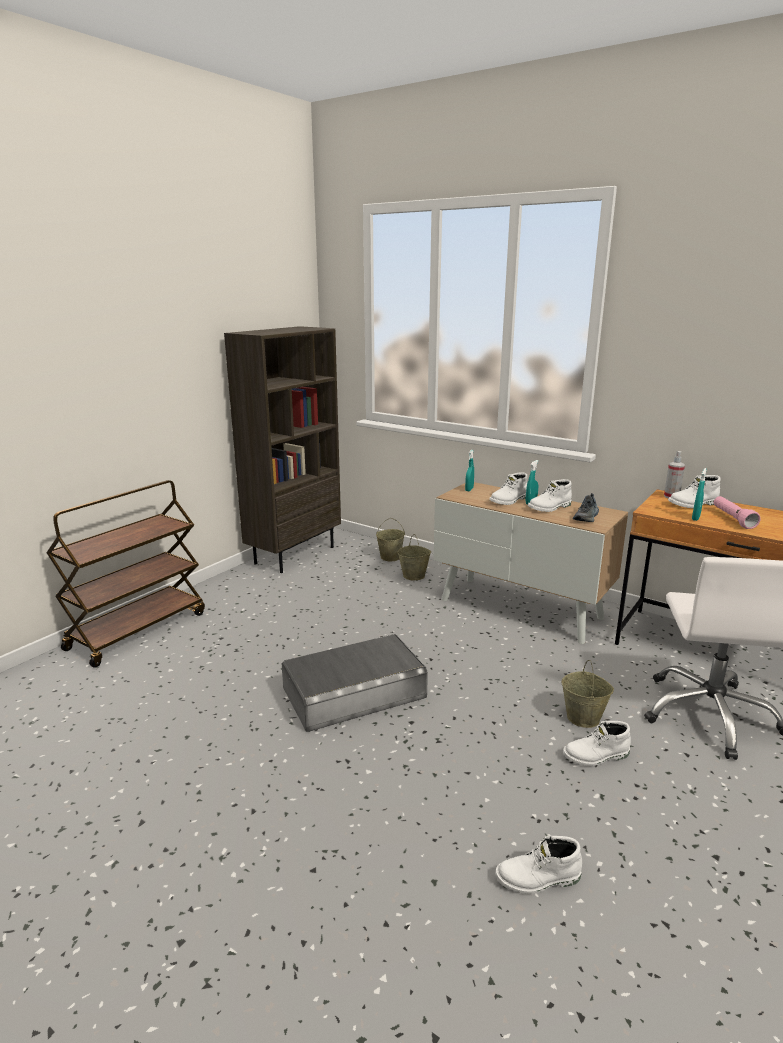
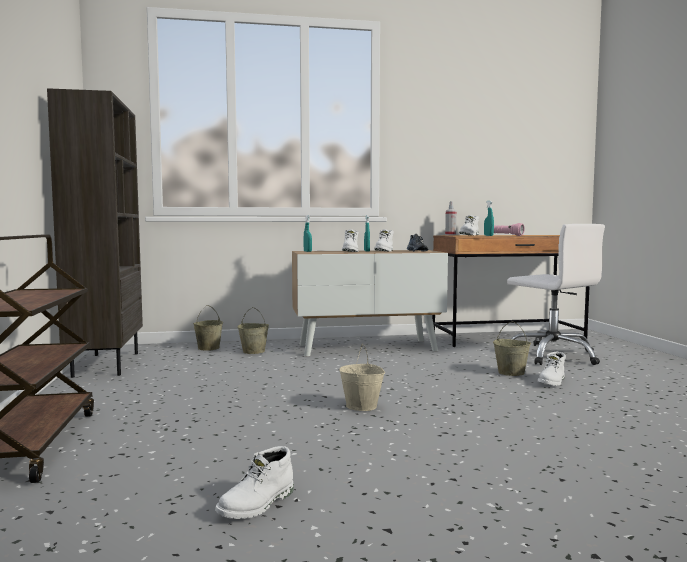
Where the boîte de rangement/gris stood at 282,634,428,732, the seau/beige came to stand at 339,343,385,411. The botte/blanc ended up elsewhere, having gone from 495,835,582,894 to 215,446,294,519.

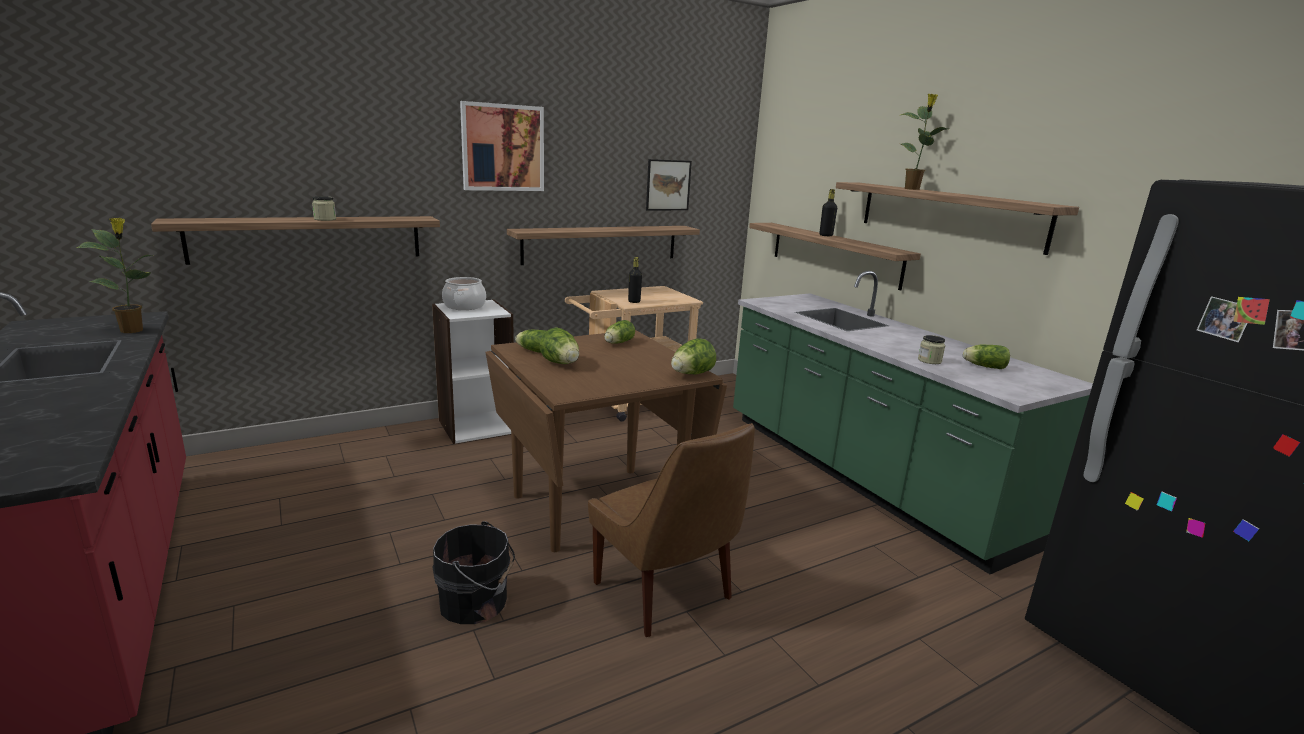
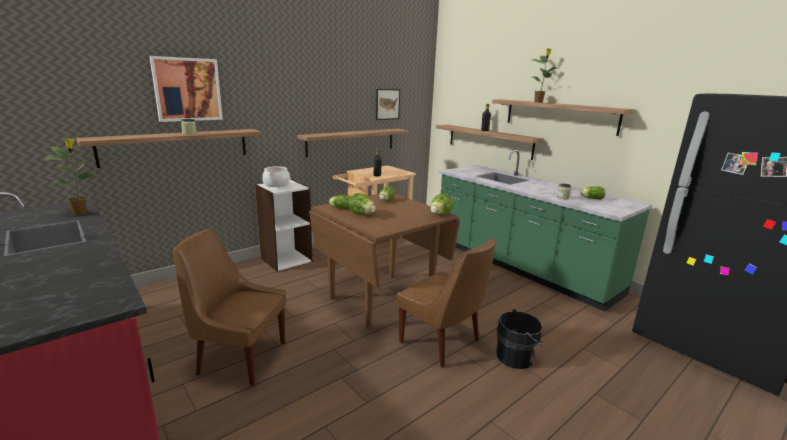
The seau/noir ended up elsewhere, having gone from 432,521,515,624 to 496,309,545,369. The tableau ended up elsewhere, having gone from 460,101,544,191 to 149,56,223,122. The second view gained the chaise/marron at 173,229,286,385.

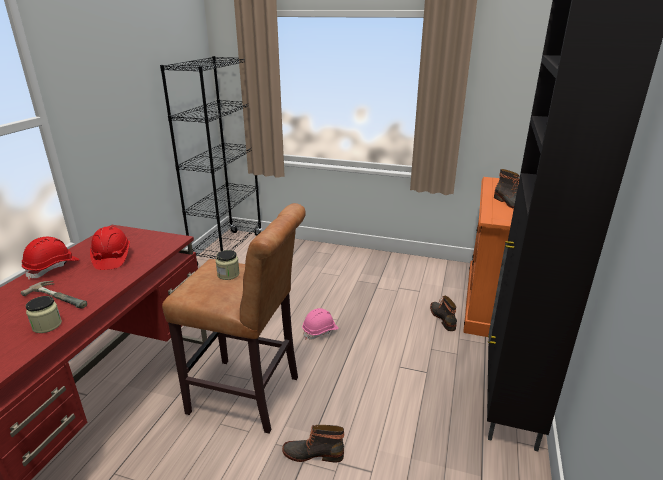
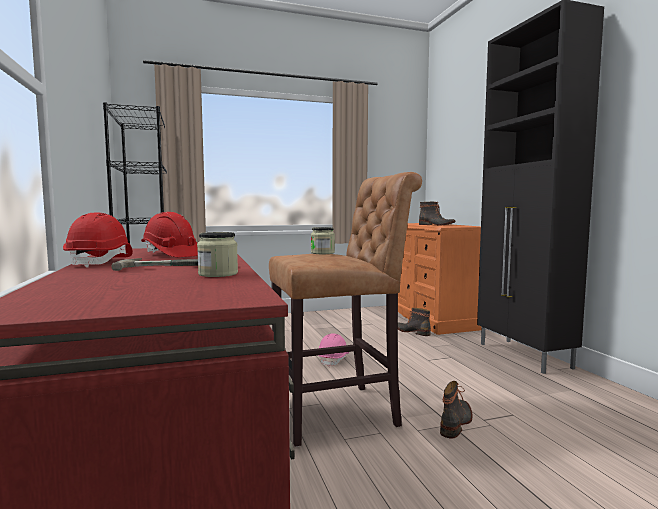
The botte at 282,425,344,463 ended up facing another way, 150 degrees clockwise from before.

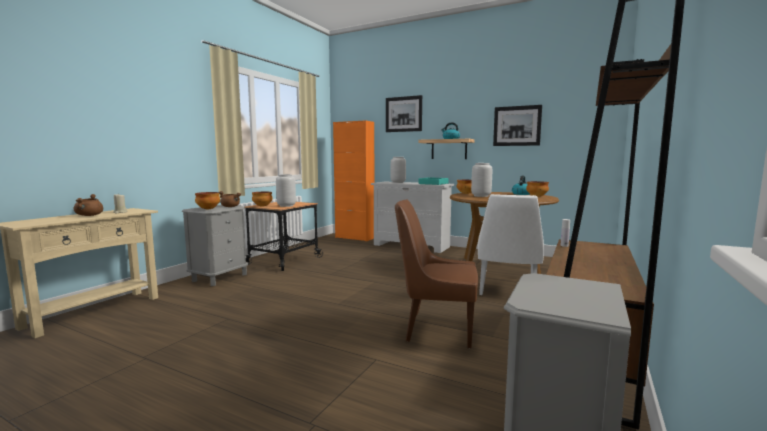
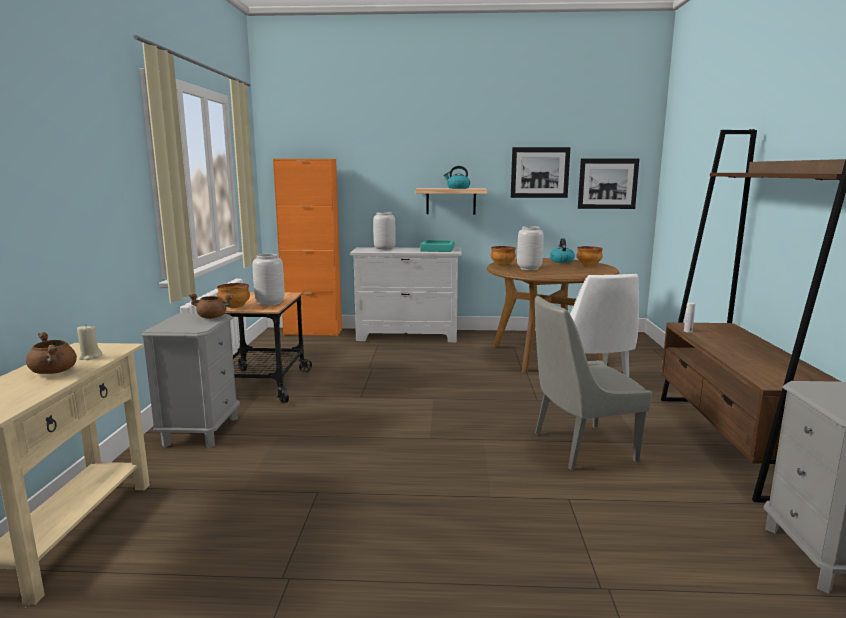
The second view lost the bol at 195,192,220,210. The tableau ended up elsewhere, having gone from 386,95,422,132 to 578,158,639,209. What was the chaise/marron at 395,200,478,348 turned into the chaise/gris at 535,296,652,470.

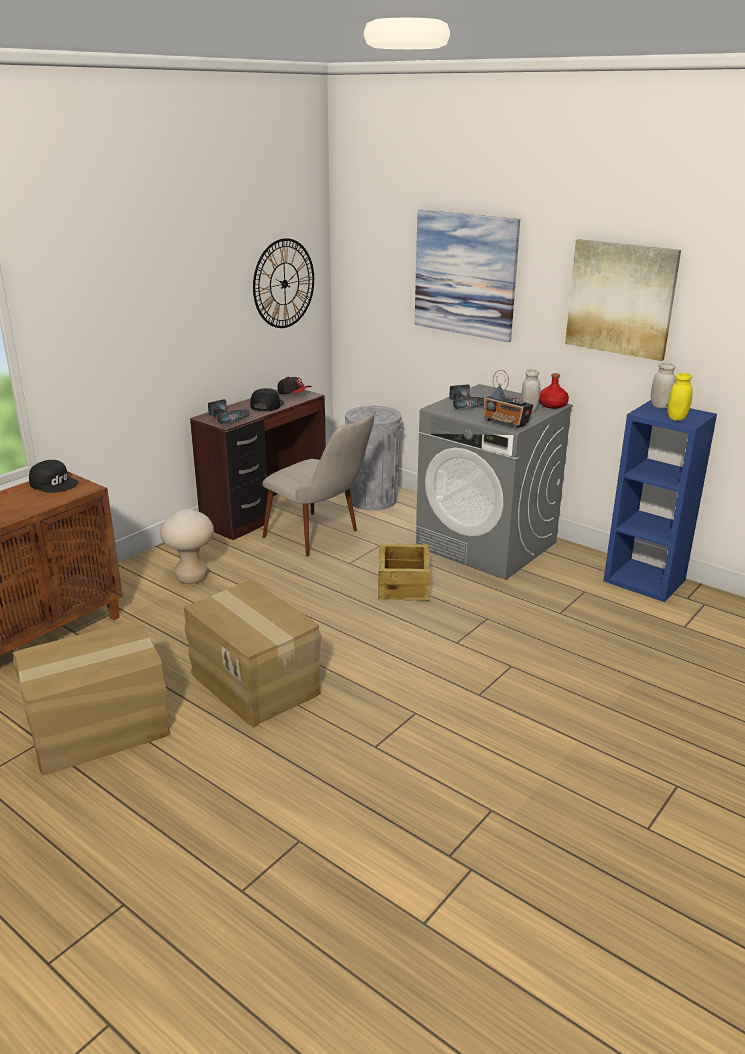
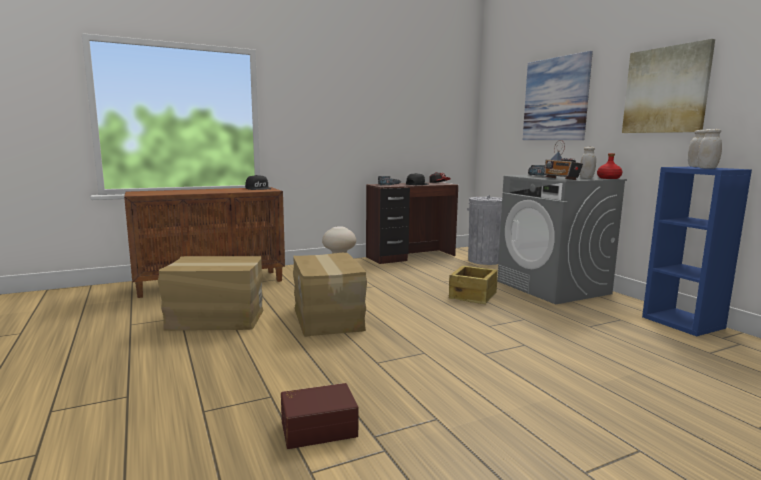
The second view lost the horloge murale at 253,238,314,328. The second view lost the chaise/beige at 262,414,374,556. What was the bocal/jaune at 668,373,693,421 turned into the bocal/blanc at 698,129,722,169. The second view gained the boîte de rangement/marron at 281,383,358,449.

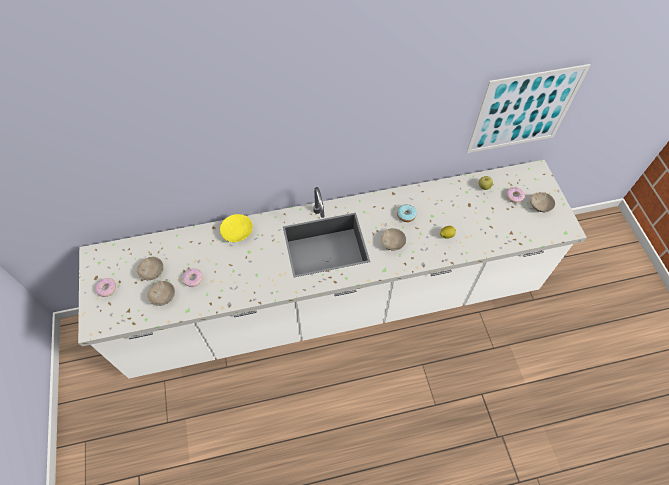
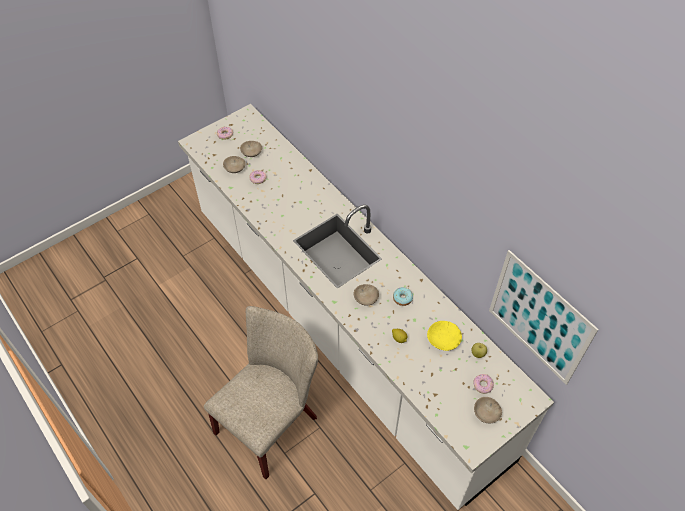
The bol/jaune ended up elsewhere, having gone from 220,214,253,242 to 427,321,462,351. The second view gained the chaise/beige at 204,306,318,479.

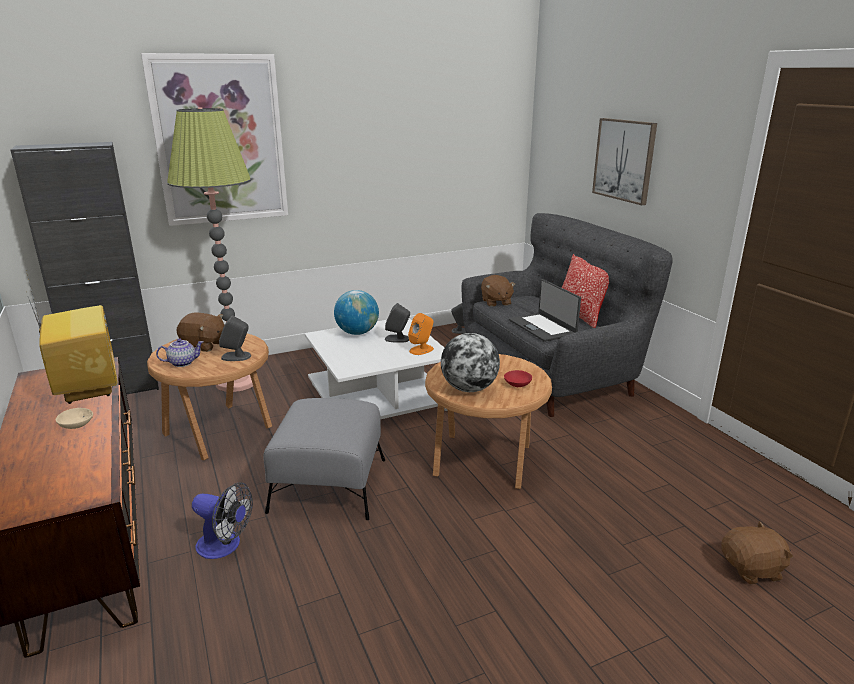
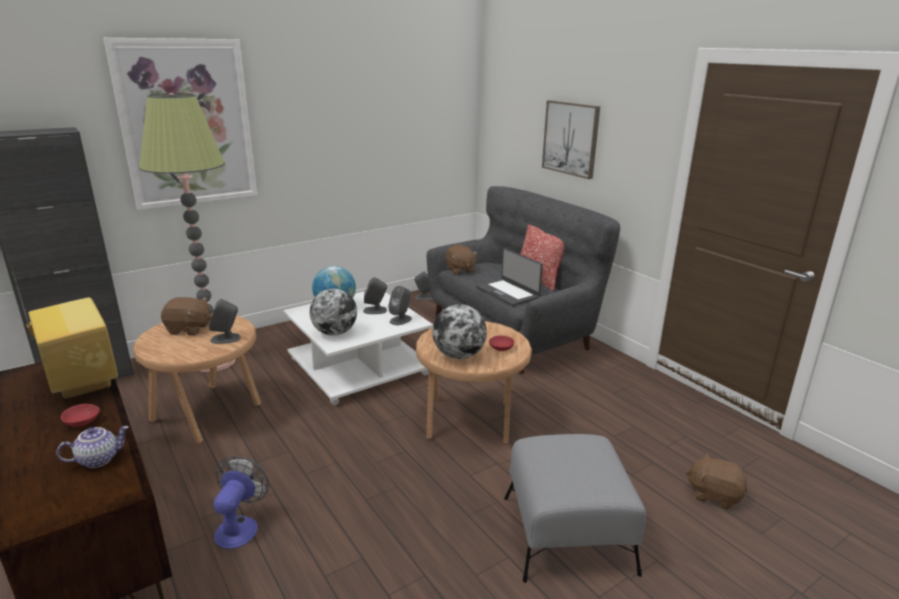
What was the bol/beige at 56,408,93,429 turned into the bol/rouge at 61,404,100,426. The théière ended up elsewhere, having gone from 156,338,203,367 to 56,426,129,468. The ventilateur at 192,482,253,559 ended up facing another way, 90 degrees counterclockwise from before. The pouf/gris ended up elsewhere, having gone from 263,398,385,520 to 504,434,646,583. What was the enceinte/orange at 408,313,434,355 turned into the enceinte/gris at 388,286,412,325. The peluche/marron at 721,521,793,585 ended up facing another way, 135 degrees counterclockwise from before. The second view gained the globe at 310,289,357,336.

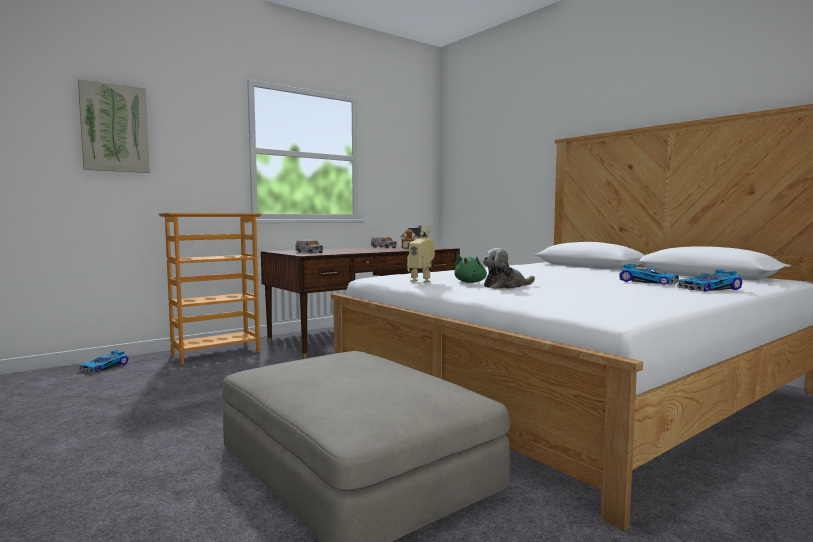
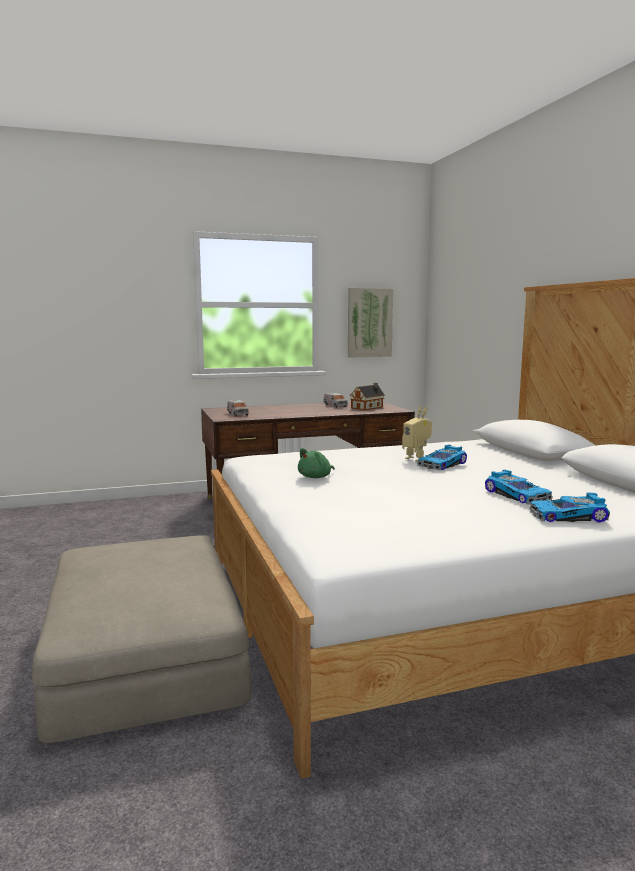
The tableau ended up elsewhere, having gone from 78,79,150,173 to 348,288,393,358. The petite voiture ended up elsewhere, having gone from 79,350,128,373 to 417,445,467,470. The second view lost the bibliothèque at 159,213,262,365. The robot jouet ended up elsewhere, having gone from 407,226,435,283 to 402,406,432,462. The second view lost the peluche at 483,248,535,289.

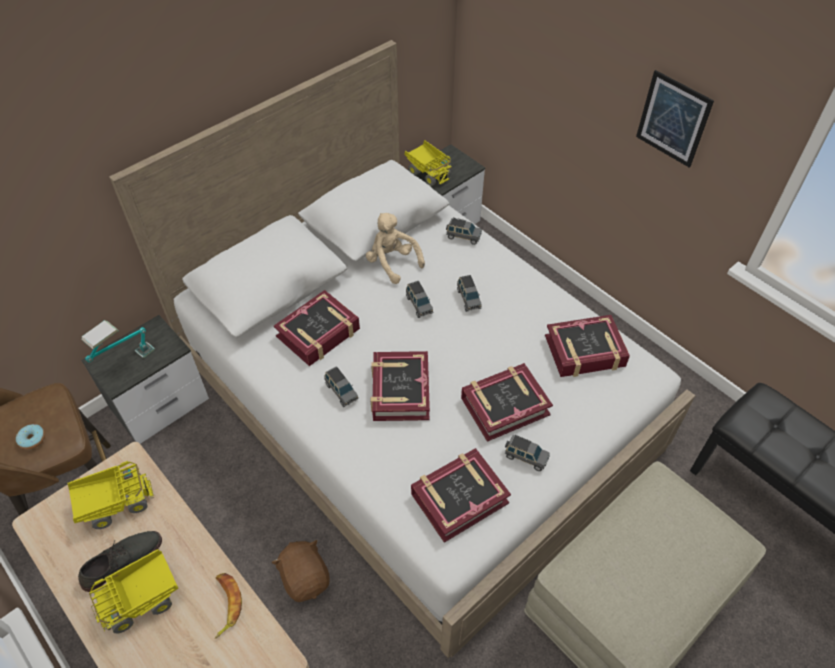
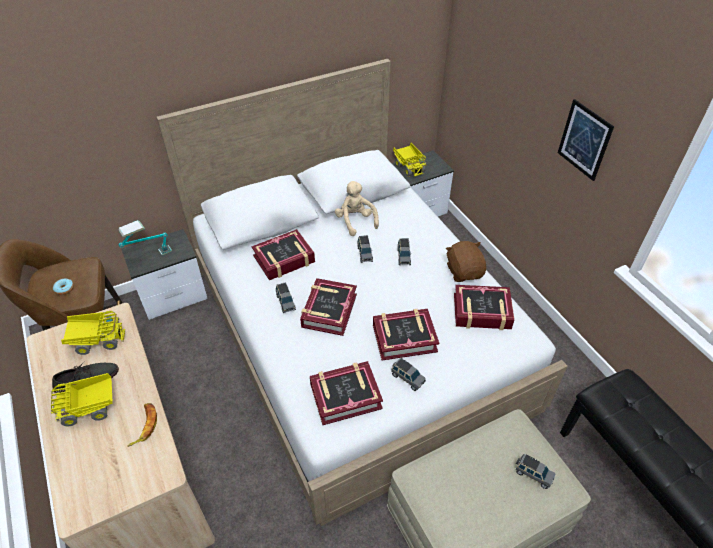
The peluche/marron ended up elsewhere, having gone from 271,540,330,602 to 446,241,486,282. The petite voiture/gris ended up elsewhere, having gone from 446,217,482,245 to 515,454,555,489.

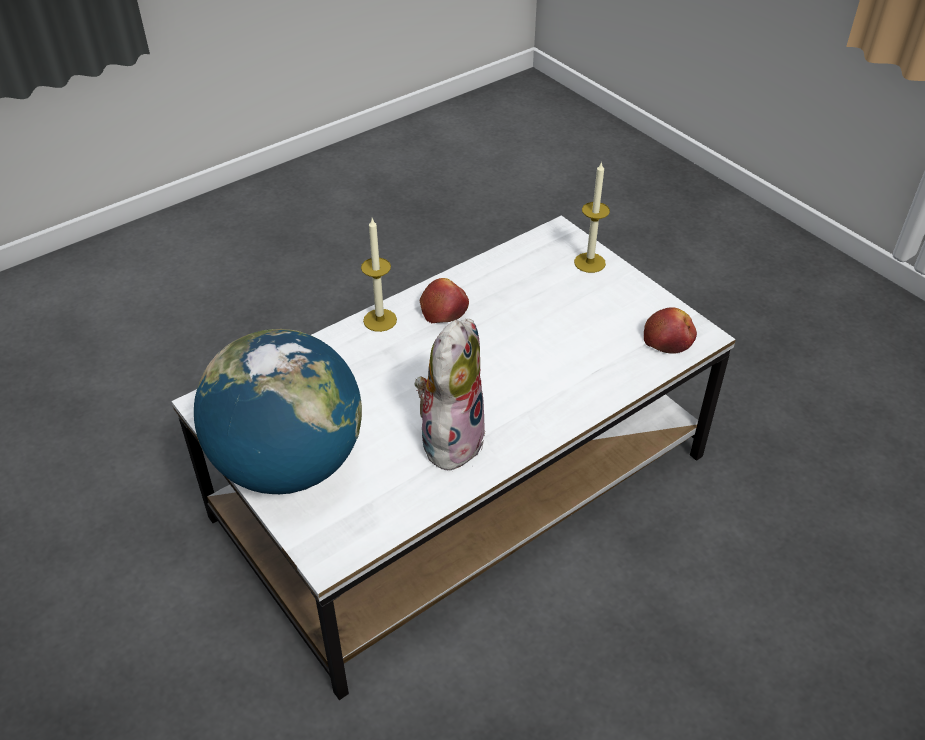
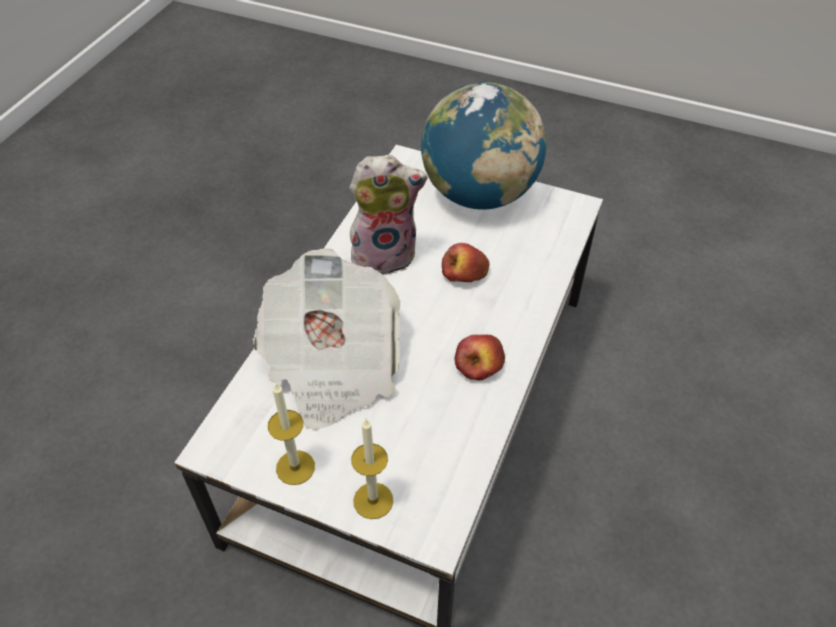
The bougie ended up elsewhere, having gone from 361,218,397,332 to 268,384,315,485. The peluche at 414,319,486,471 ended up facing another way, 90 degrees counterclockwise from before. The pomme ended up elsewhere, having gone from 644,307,697,354 to 442,243,489,282. The second view gained the journal at 253,249,400,430.

